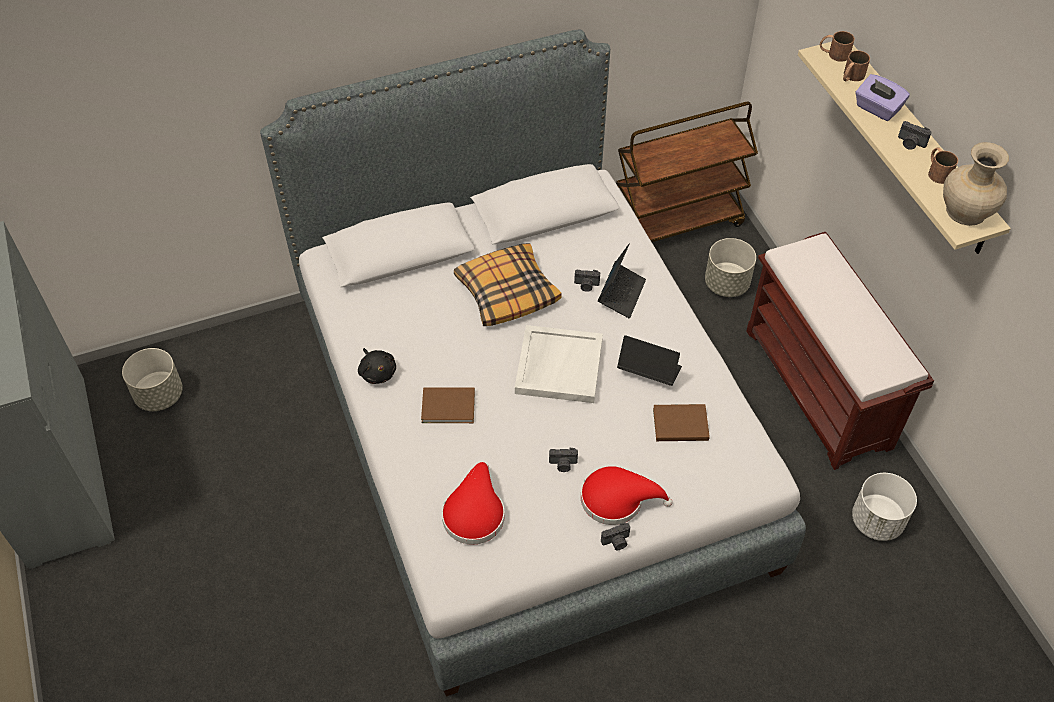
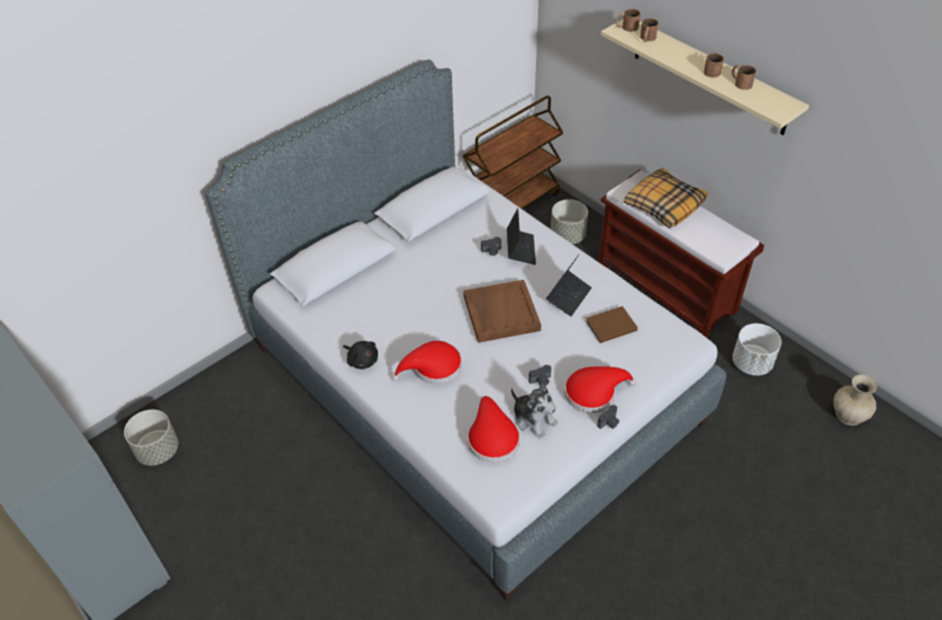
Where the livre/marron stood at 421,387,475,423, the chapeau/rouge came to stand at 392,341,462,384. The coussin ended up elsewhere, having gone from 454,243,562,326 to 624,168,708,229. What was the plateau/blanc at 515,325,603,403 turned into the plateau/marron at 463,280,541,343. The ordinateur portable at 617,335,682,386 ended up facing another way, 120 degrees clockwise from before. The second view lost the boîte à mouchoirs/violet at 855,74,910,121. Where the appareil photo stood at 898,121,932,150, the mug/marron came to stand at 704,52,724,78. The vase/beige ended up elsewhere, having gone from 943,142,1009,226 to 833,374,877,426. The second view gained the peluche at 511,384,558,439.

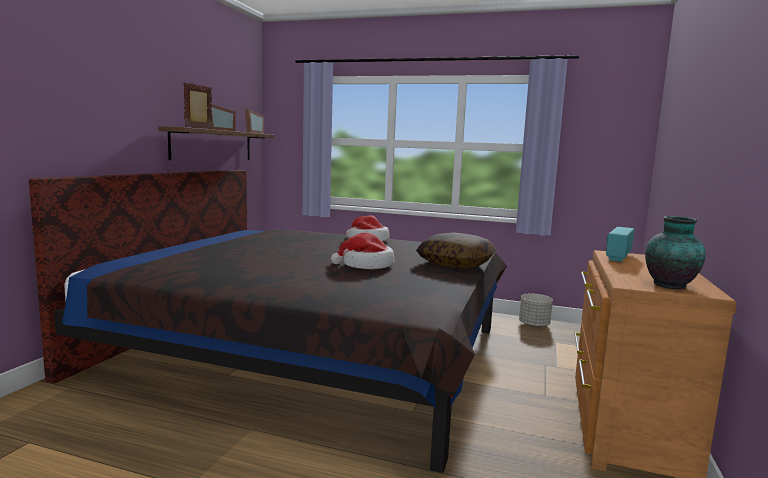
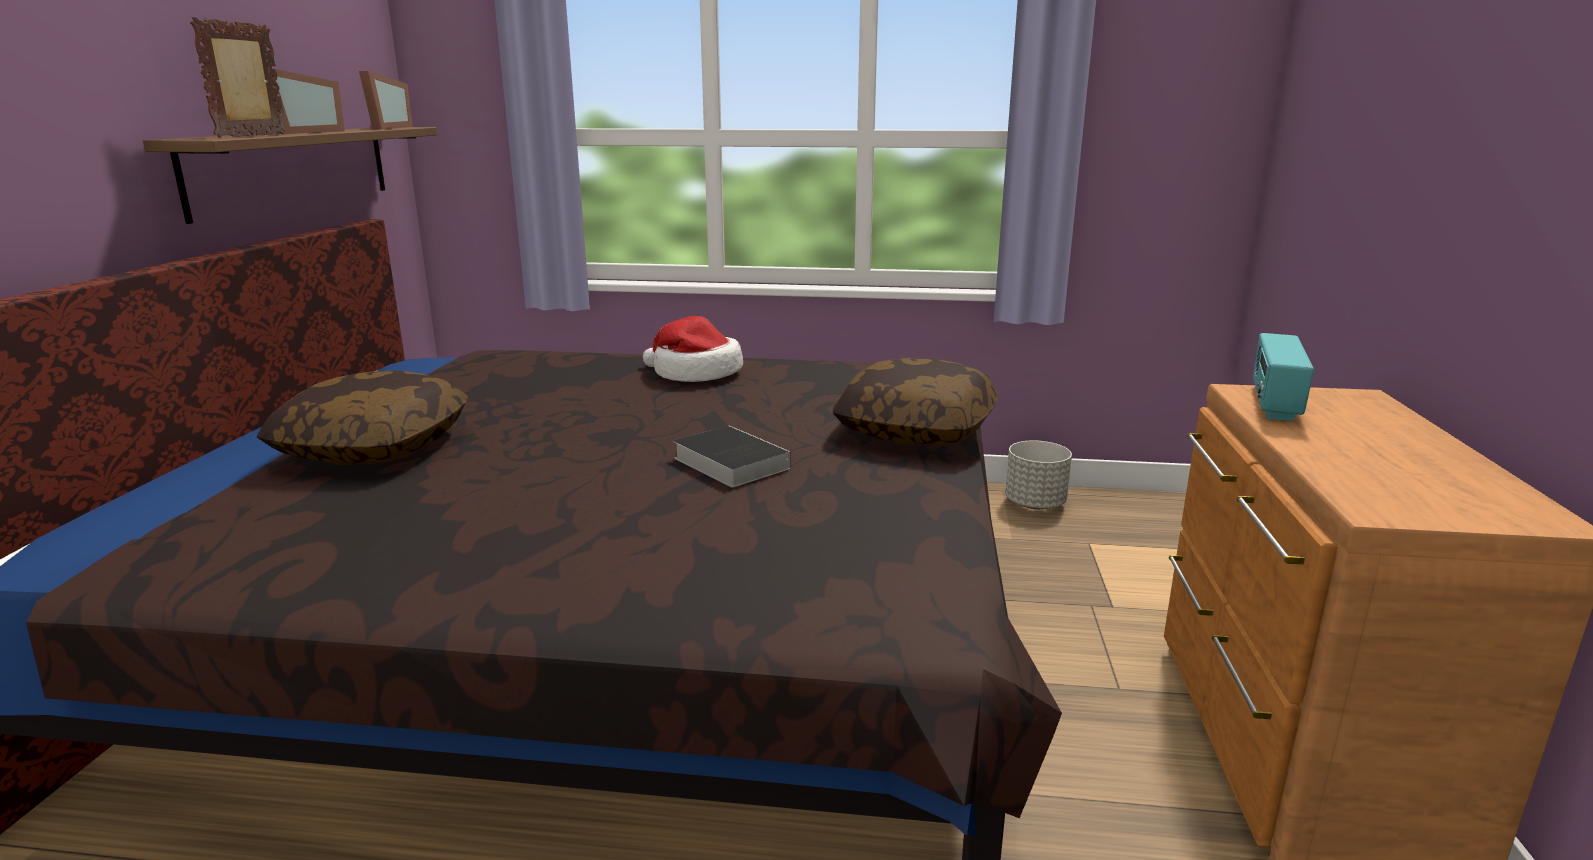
Where the chapeau stood at 331,233,394,269, the livre came to stand at 674,426,791,487. The second view lost the vase at 645,216,706,289. The second view gained the coussin at 257,371,468,465.

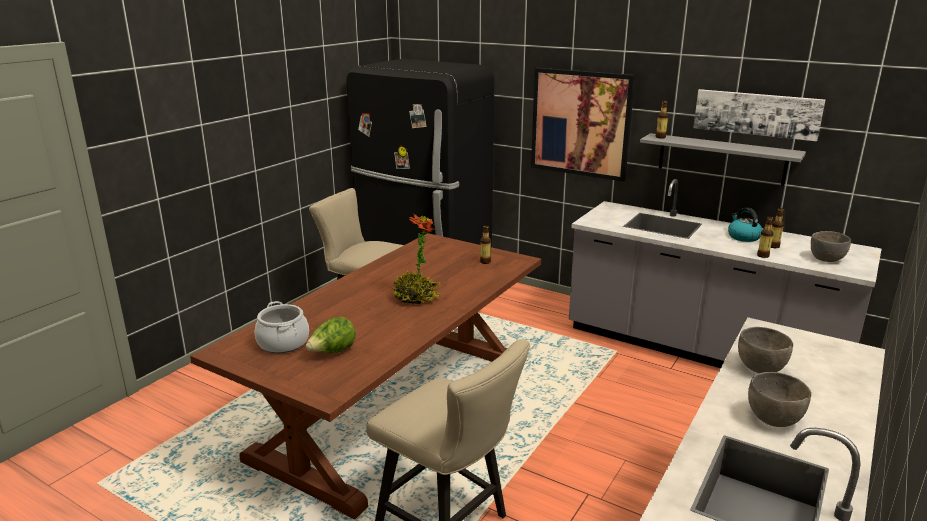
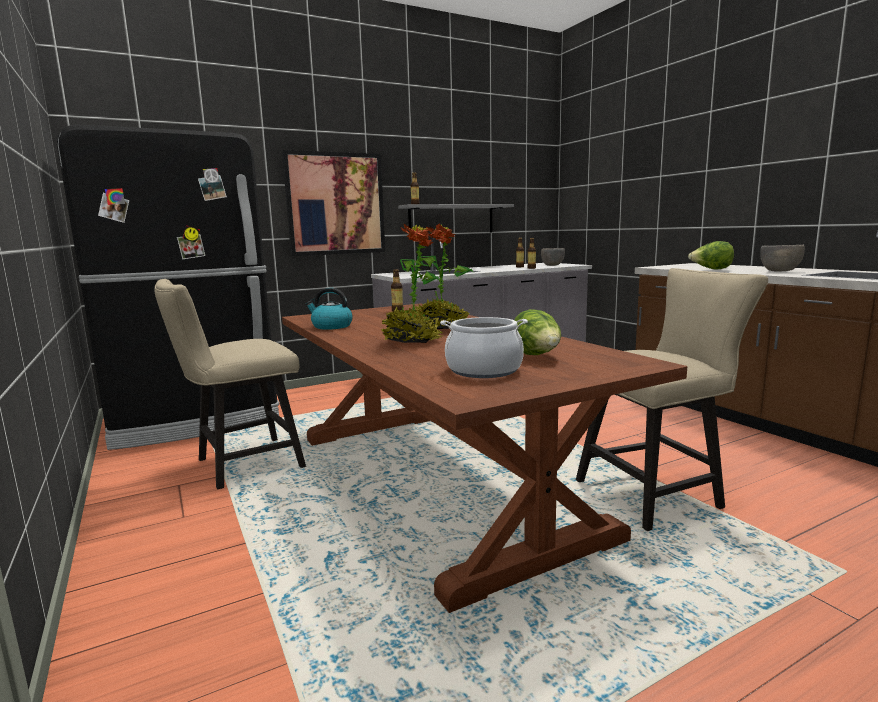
The second view lost the tableau at 693,89,825,141. The bouilloire ended up elsewhere, having gone from 728,207,762,242 to 306,288,353,330. Where the bol/gris stood at 738,327,793,373, the laitue came to stand at 688,241,734,270. The second view gained the plante en pot at 381,224,443,343.

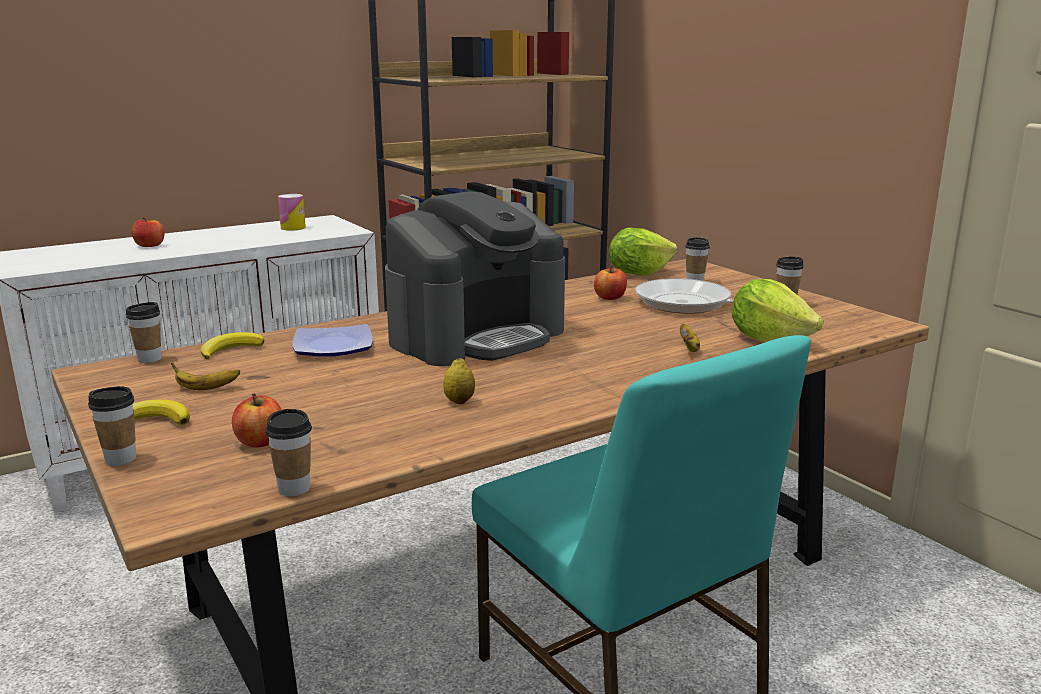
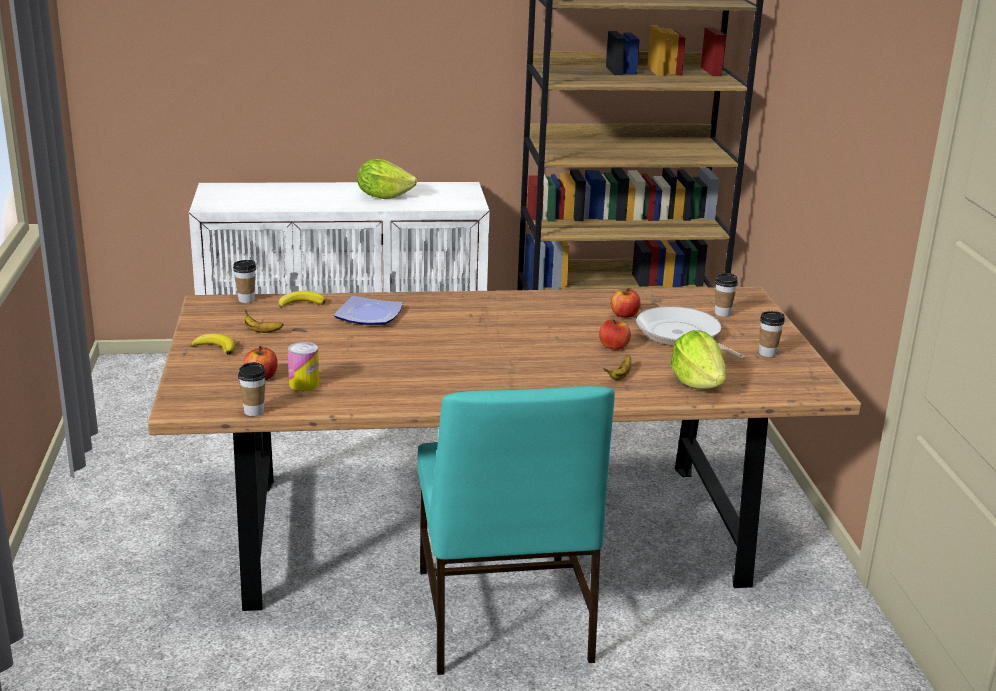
The second view lost the tasse at 88,386,136,466. The pomme ended up elsewhere, having gone from 132,217,164,247 to 599,319,631,350. The boîte métallique ended up elsewhere, having gone from 278,194,306,231 to 288,342,319,391. The second view lost the machine à café at 385,191,565,366. The second view lost the citron at 443,358,475,404. The laitue ended up elsewhere, having gone from 609,228,677,276 to 357,159,417,199.

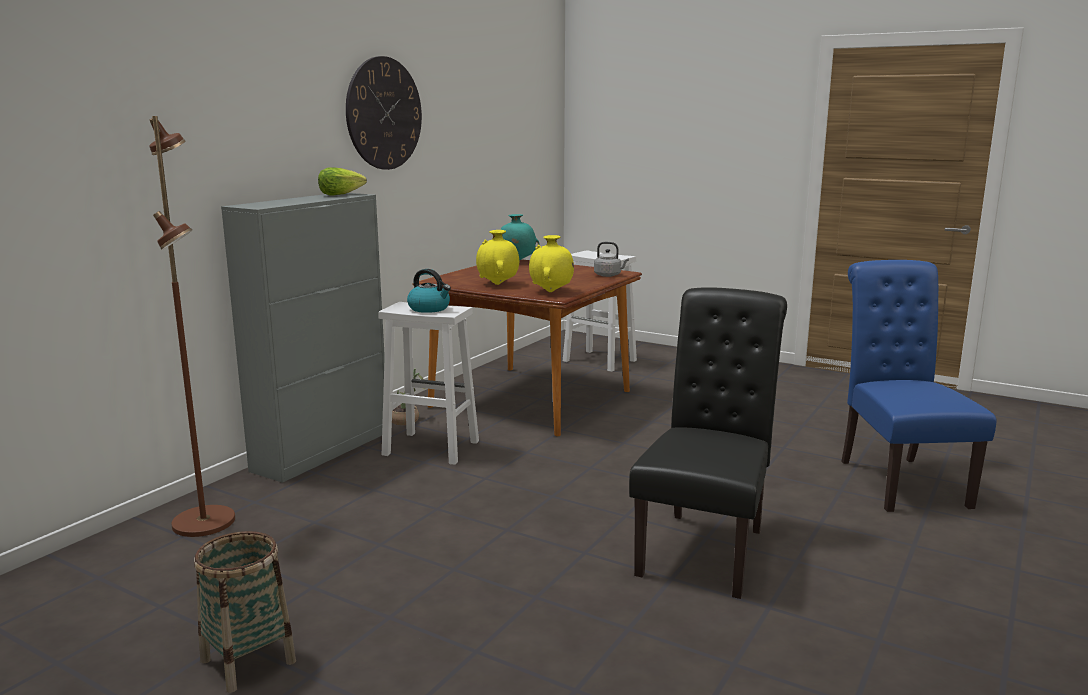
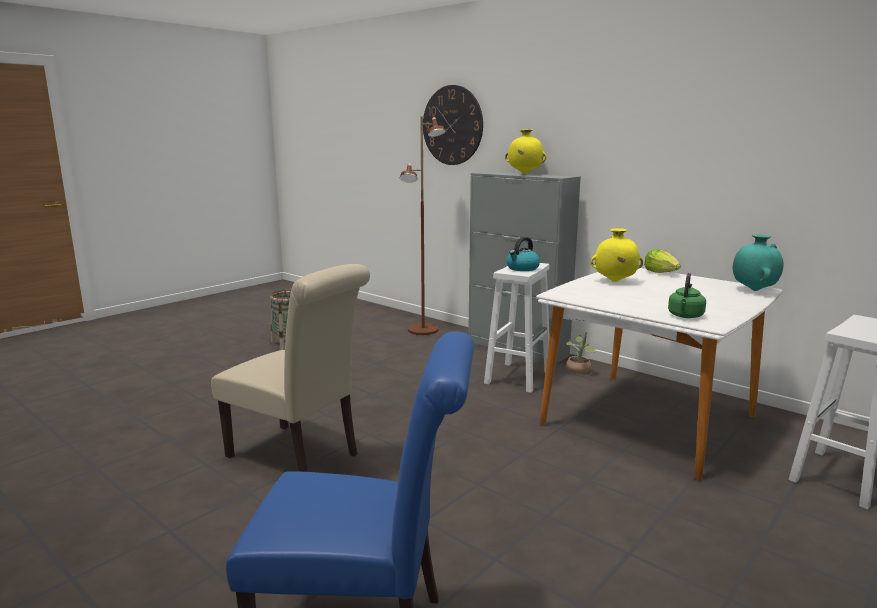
The laitue ended up elsewhere, having gone from 318,167,367,196 to 644,249,681,273. The horloge murale ended up elsewhere, having gone from 346,56,422,170 to 423,85,483,165. What was the table à manger/marron at 413,259,642,437 turned into the table à manger/blanc at 536,268,783,480. The vase/jaune ended up elsewhere, having gone from 529,235,574,292 to 505,129,547,174. What was the bouilloire/gris at 594,242,629,277 turned into the bouilloire/vert at 668,273,706,318. What was the chaise/noir at 629,287,787,599 turned into the chaise/beige at 211,264,370,472.

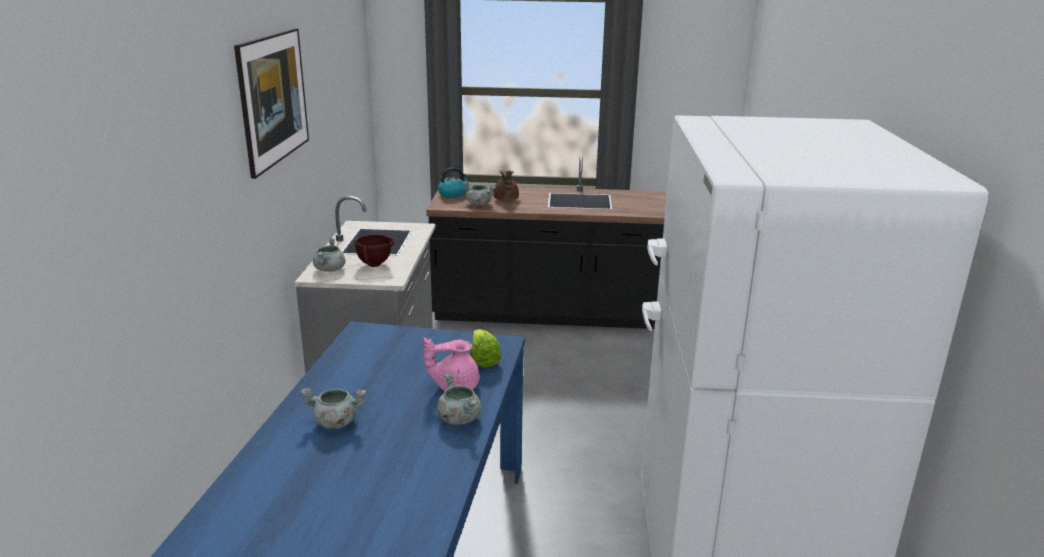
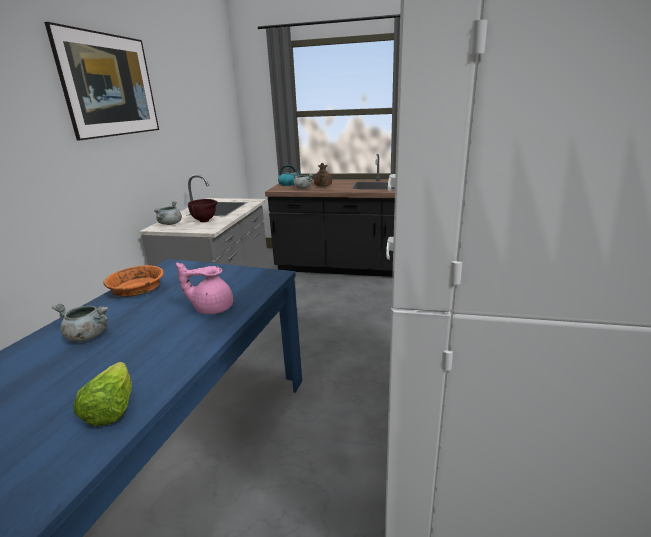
The second view lost the marmite/gris at 437,374,481,425. The laitue ended up elsewhere, having gone from 470,329,501,368 to 73,362,132,426. The second view gained the bol/orange at 103,265,164,297.

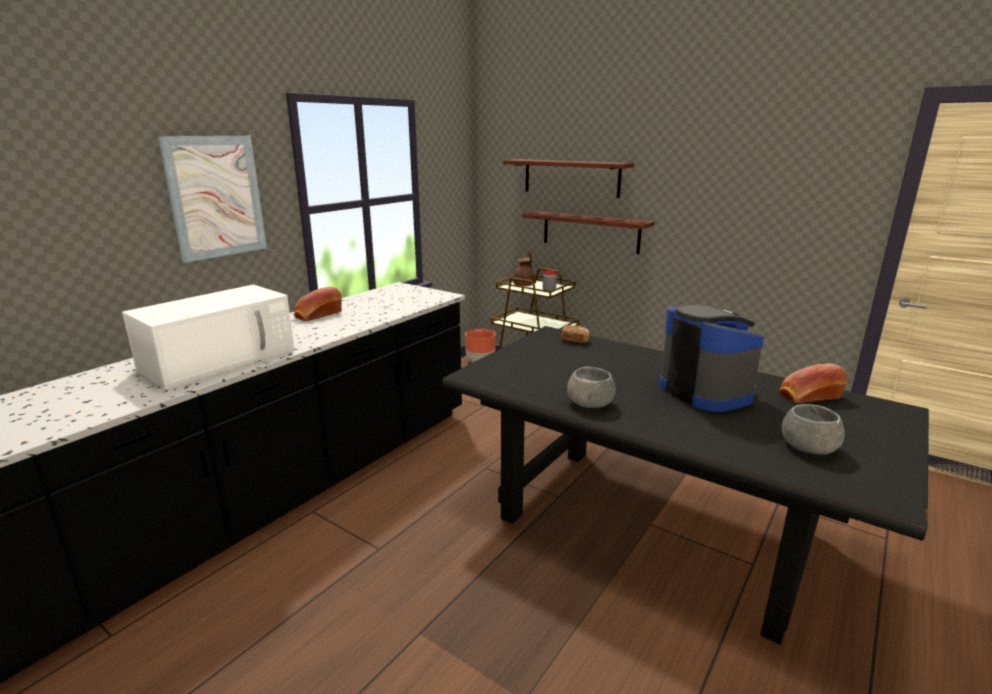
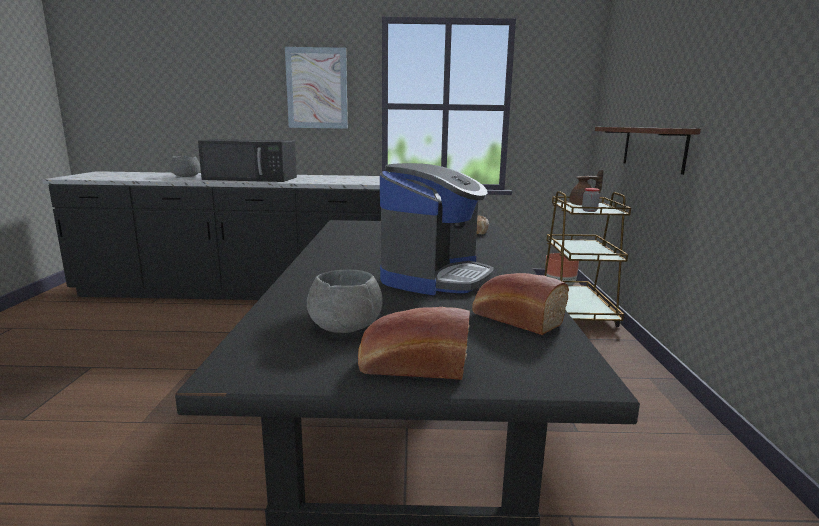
What was the micro-ondes/blanc at 122,285,294,389 turned into the micro-ondes/noir at 198,139,297,182. The pain ended up elsewhere, having gone from 294,287,342,321 to 358,307,470,380. The second view lost the étagère at 503,159,634,198. The bol/gris ended up elsewhere, having gone from 567,367,616,408 to 169,156,201,177.

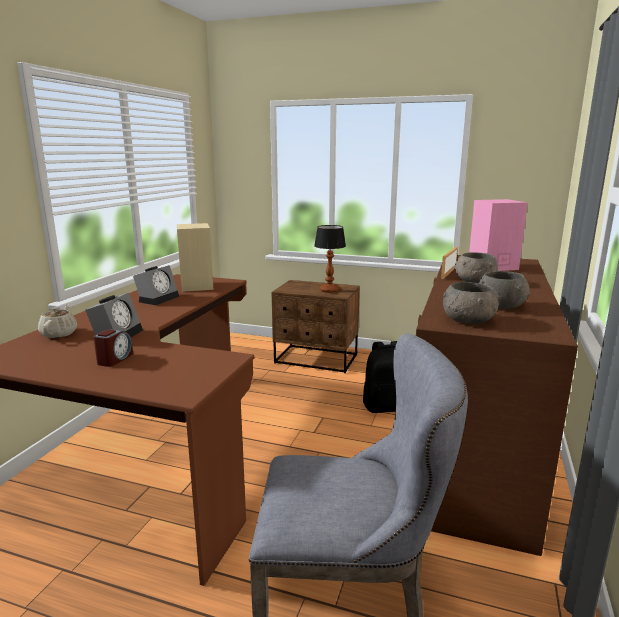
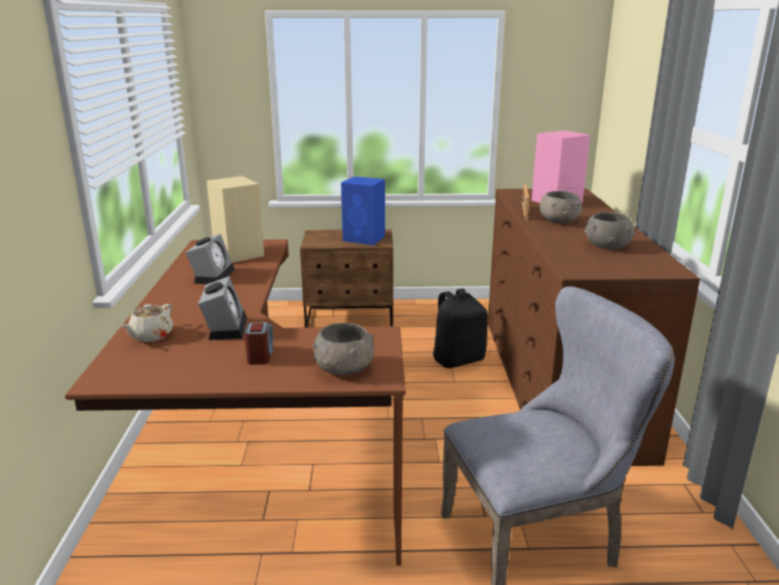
The théière/beige at 38,305,77,338 ended up facing another way, 135 degrees counterclockwise from before. Where the lampe de table stood at 314,225,346,293, the enceinte/bleu came to stand at 341,176,385,245. The bol/gris ended up elsewhere, having gone from 443,282,499,324 to 313,323,374,375.

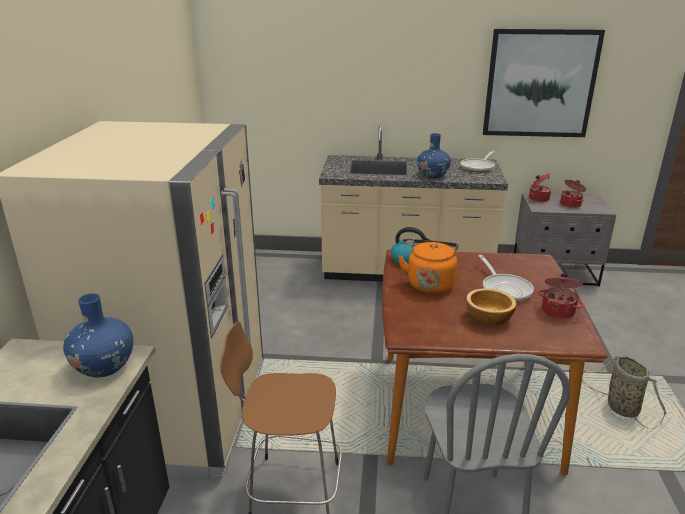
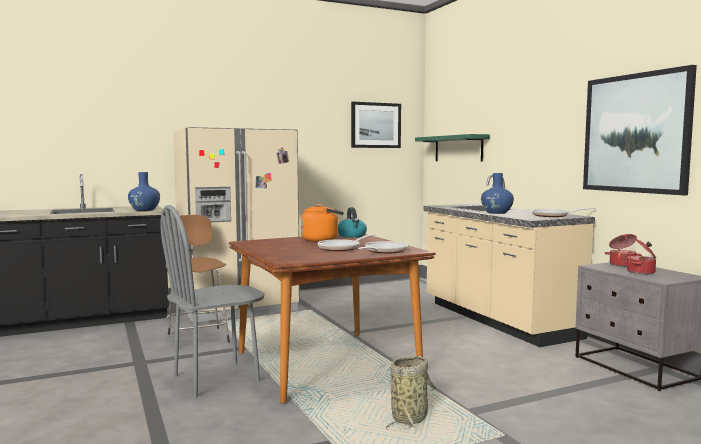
The second view lost the bol at 466,289,517,326. The second view lost the marmite at 538,273,584,319. The second view gained the tableau at 351,102,401,148. The second view gained the poêle at 358,241,408,254. The second view gained the étagère/vert at 415,134,490,161.

